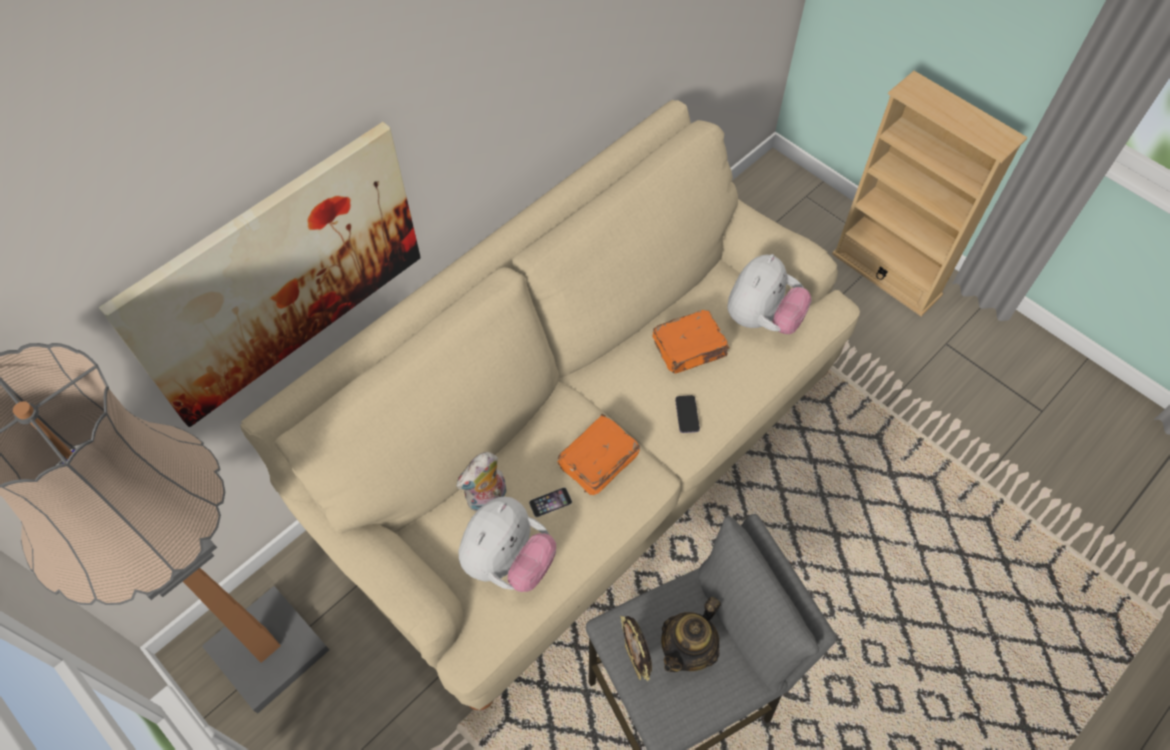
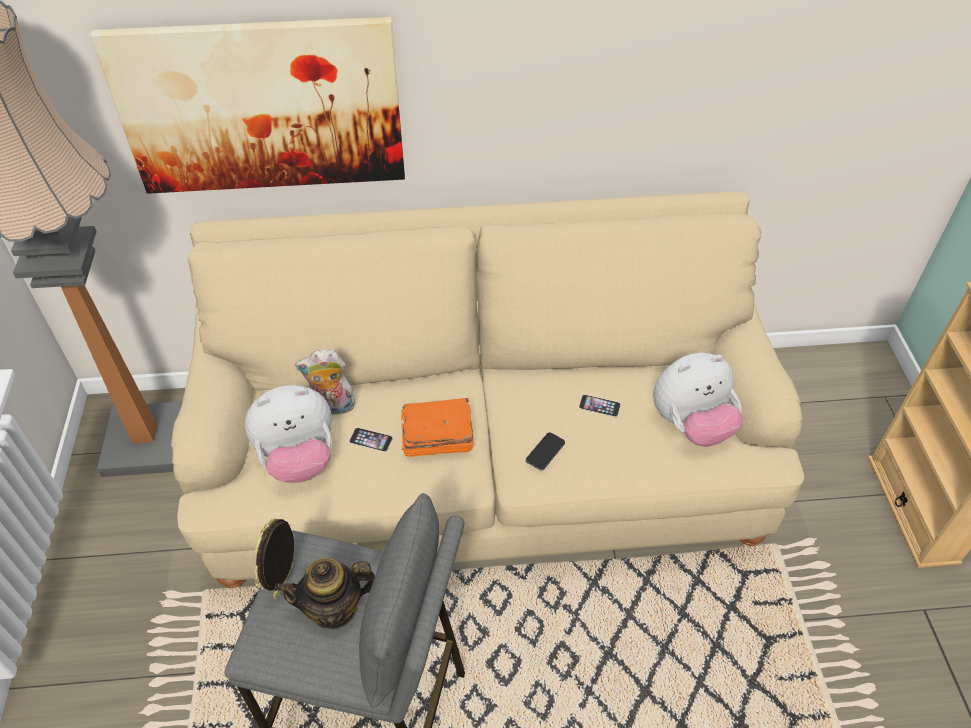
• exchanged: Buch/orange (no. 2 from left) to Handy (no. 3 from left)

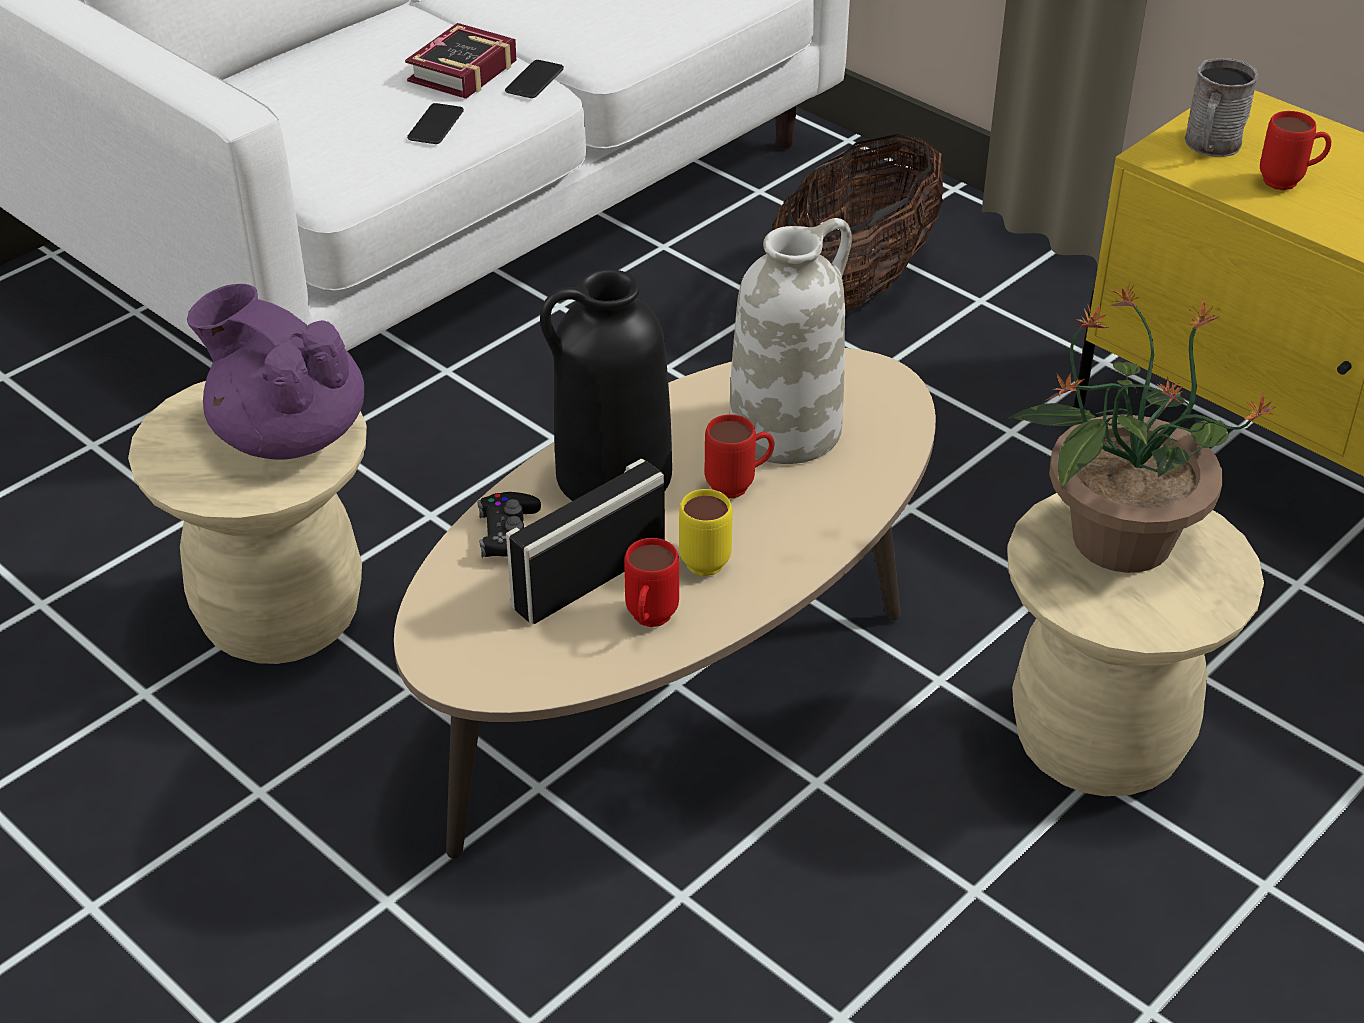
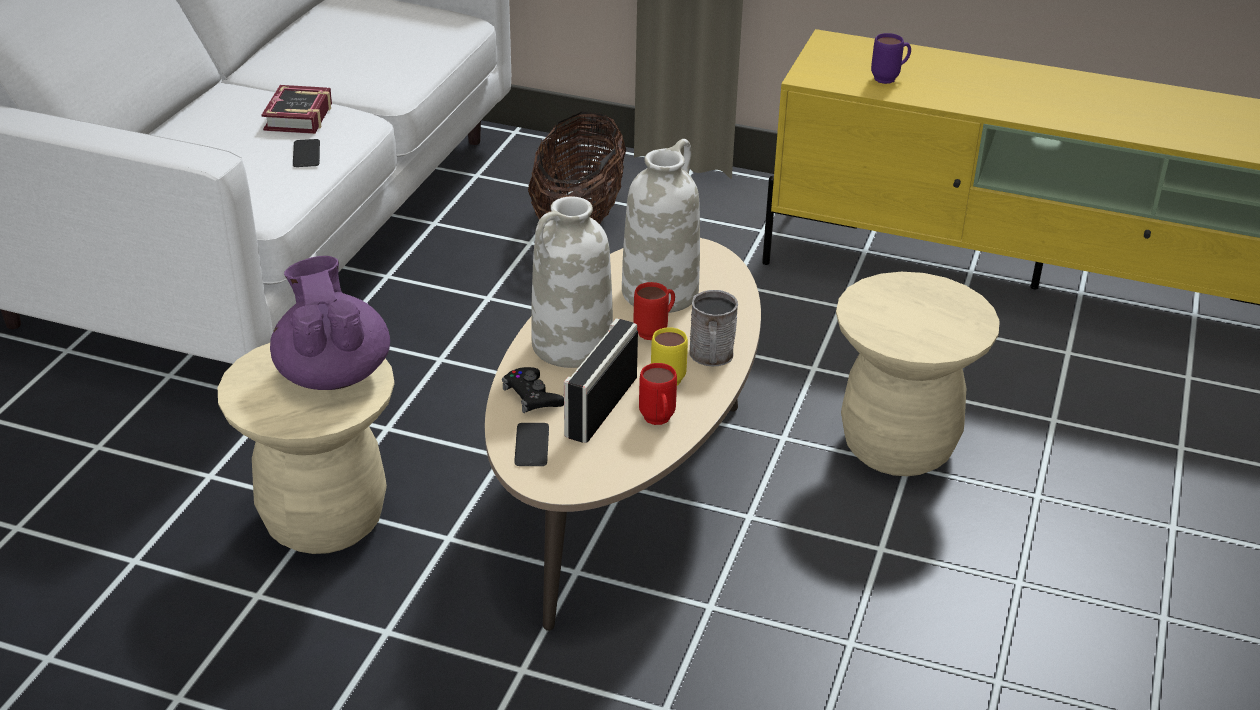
• missing: Topfpflanze
• relocated: Handy (no. 2 from left)
• relocated: Henkelbecher/grau
• colour: Vase/schwarz to Vase/weiß (no. 1 from left)
• colour: Henkelbecher/rot (no. 3 from left) to Henkelbecher/lila
• spun: Teekanne/lila 60 degrees clockwise

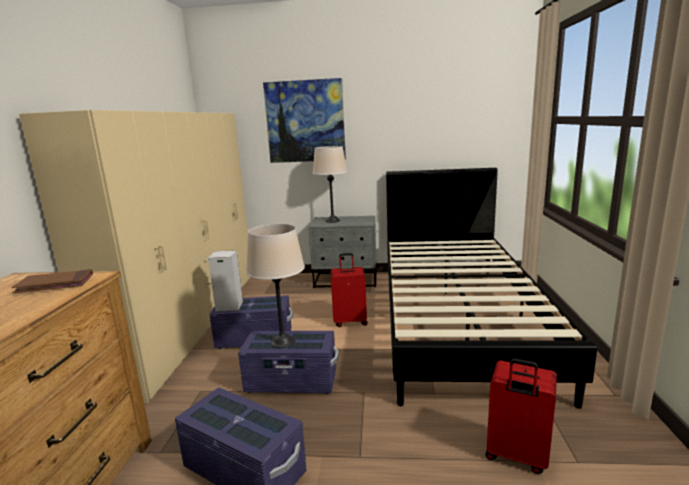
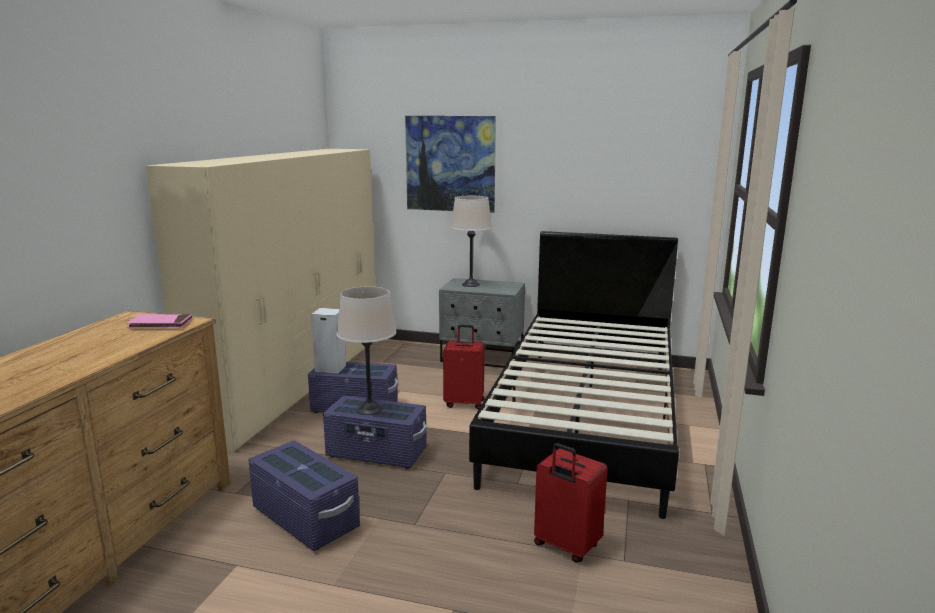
• colour: Buch/braun to Buch/rosa

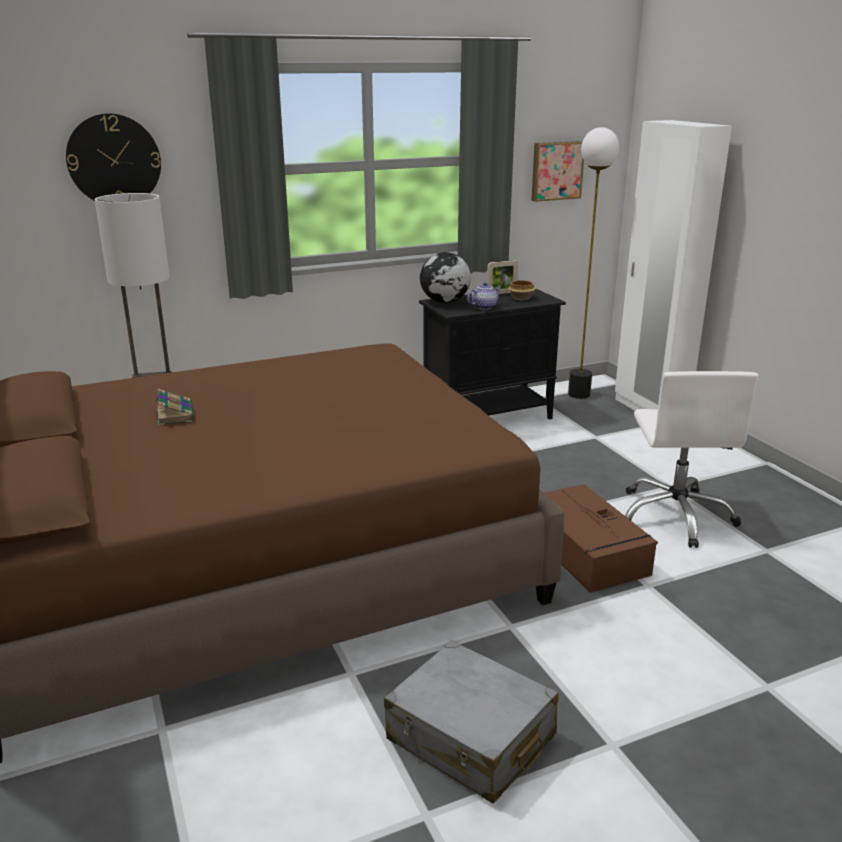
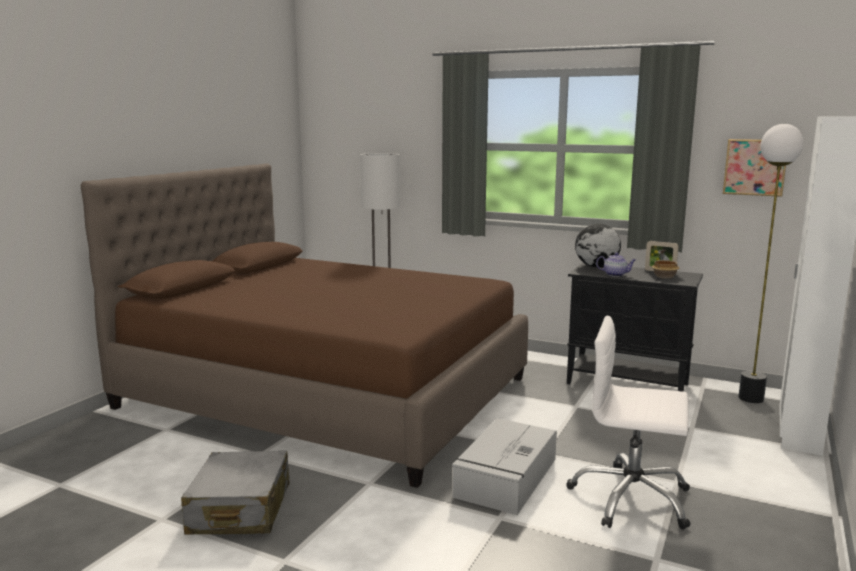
• missing: Wanduhr
• missing: Buch
• colour: Aufbewahrungsbox/braun to Aufbewahrungsbox/grau
• spun: Bürostuhl/weiß 60 degrees clockwise

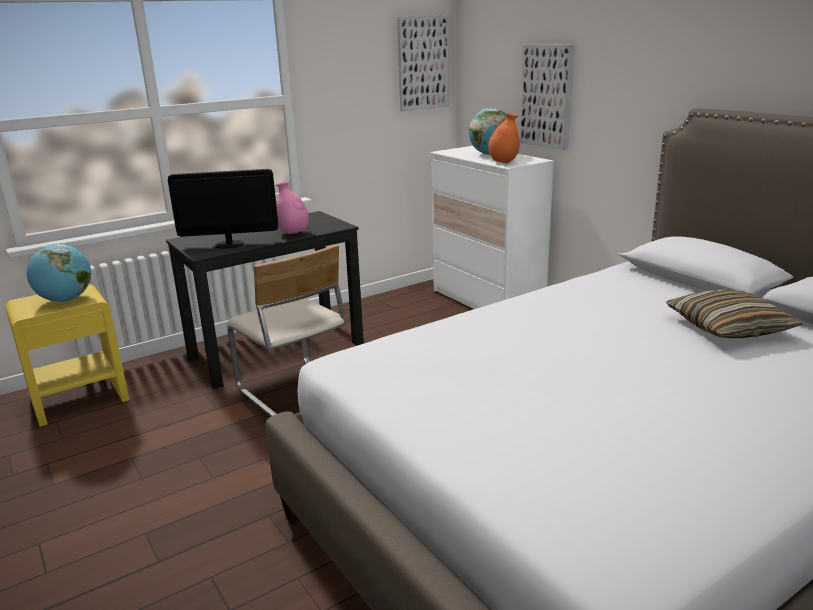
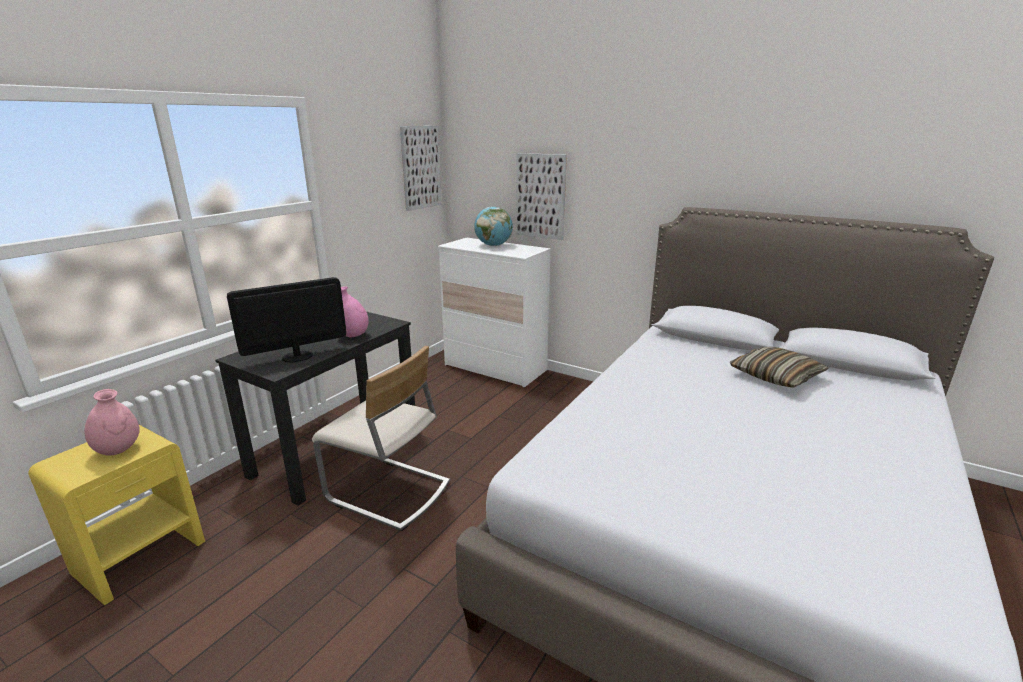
• missing: Vase/orange
• exchanged: Globus (no. 1 from left) to Vase/rosa (no. 1 from left)

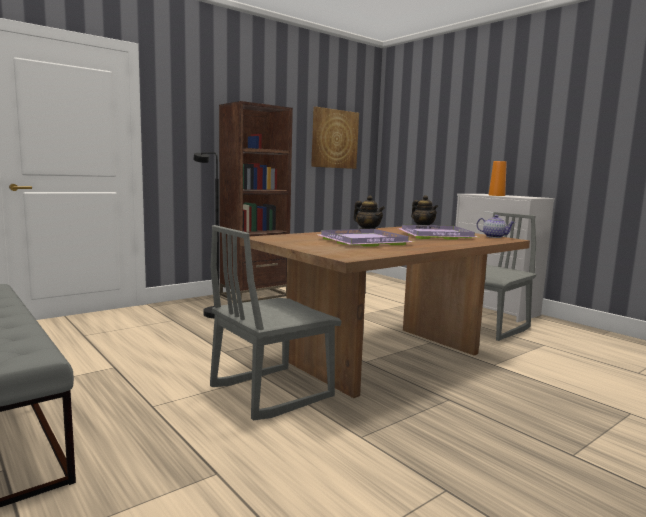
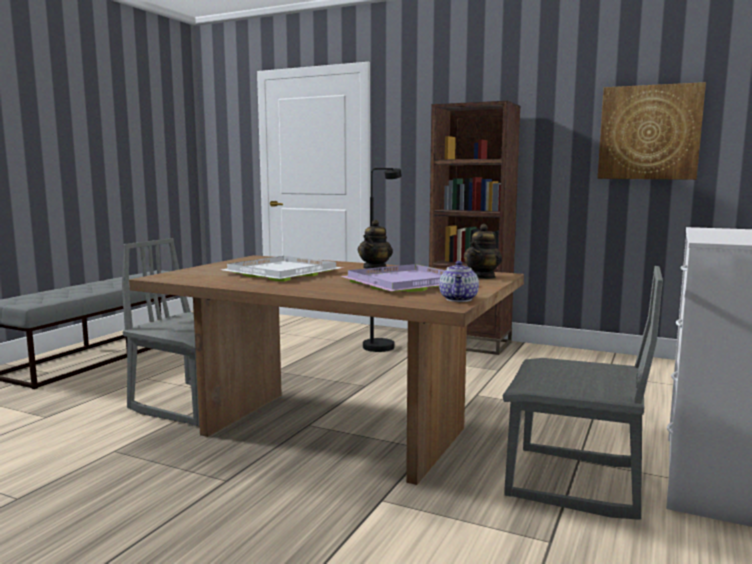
• missing: Vase/orange
• colour: Tablett/lila (no. 1 from left) to Tablett/weiß

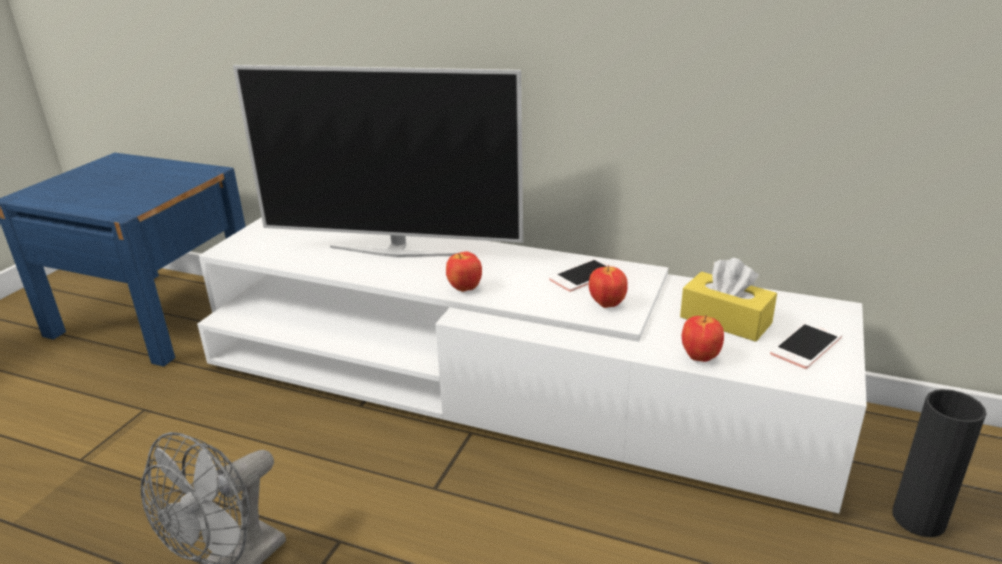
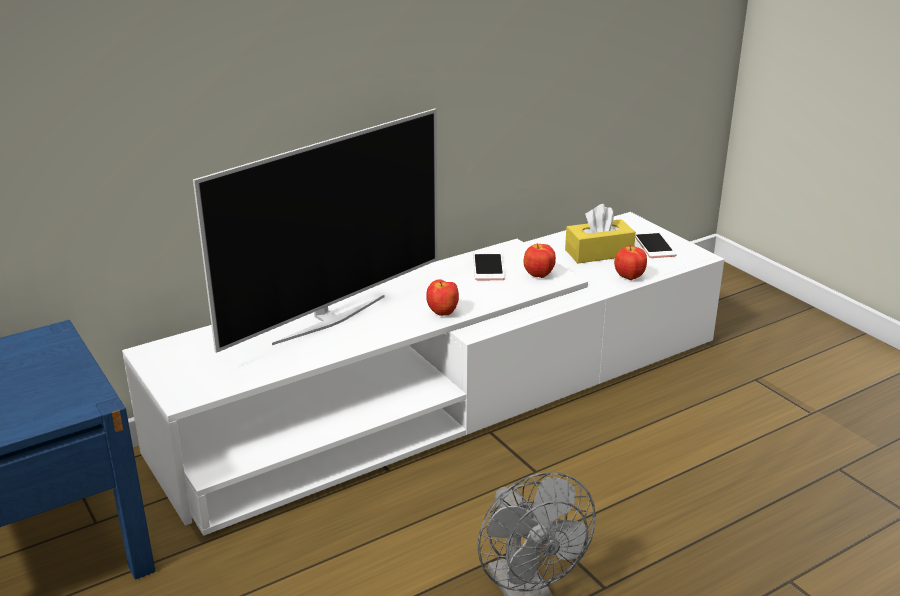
• missing: Vase/schwarz

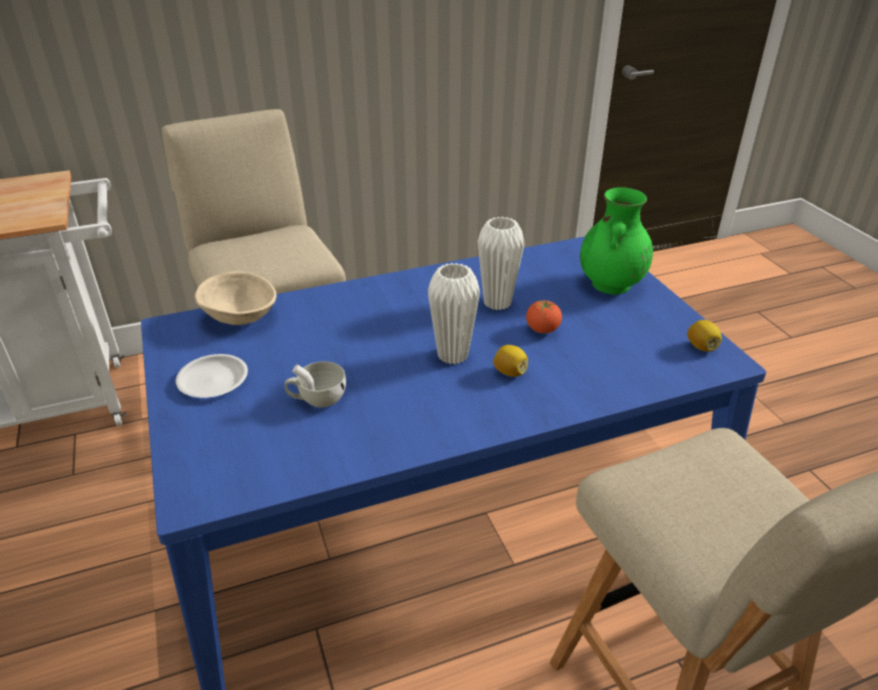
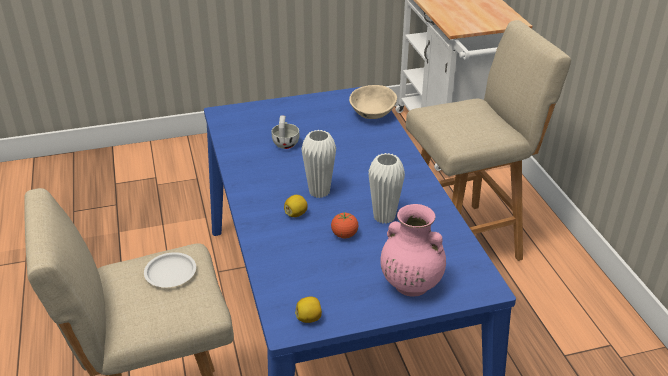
• relocated: Teller/weiß
• colour: Vase/grün to Vase/rosa

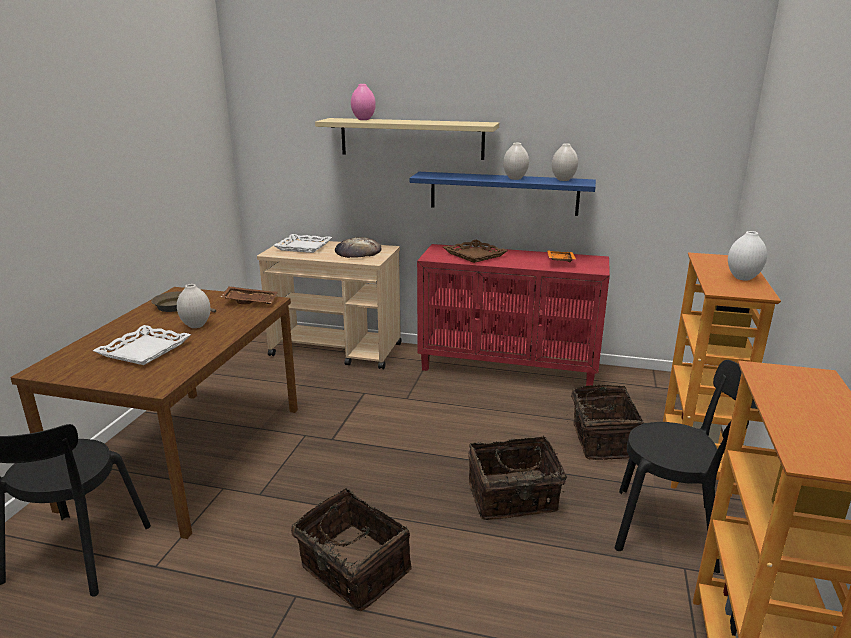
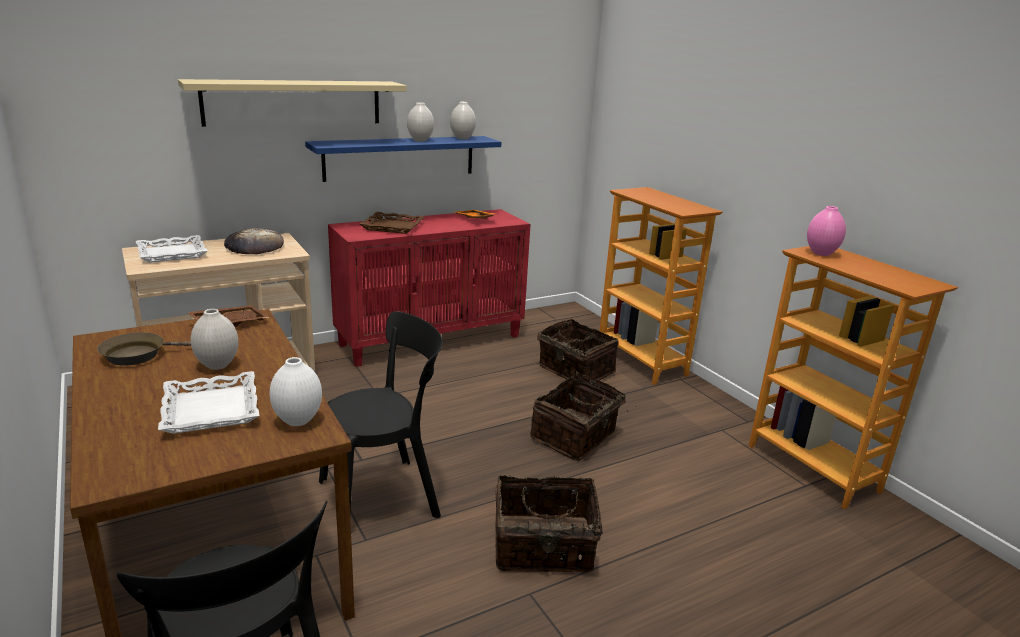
• relocated: Vase/rosa
• relocated: Stuhl/schwarz (no. 2 from left)
• relocated: Vase/weiß (no. 4 from left in the first image) to Vase/weiß (no. 2 from left)

